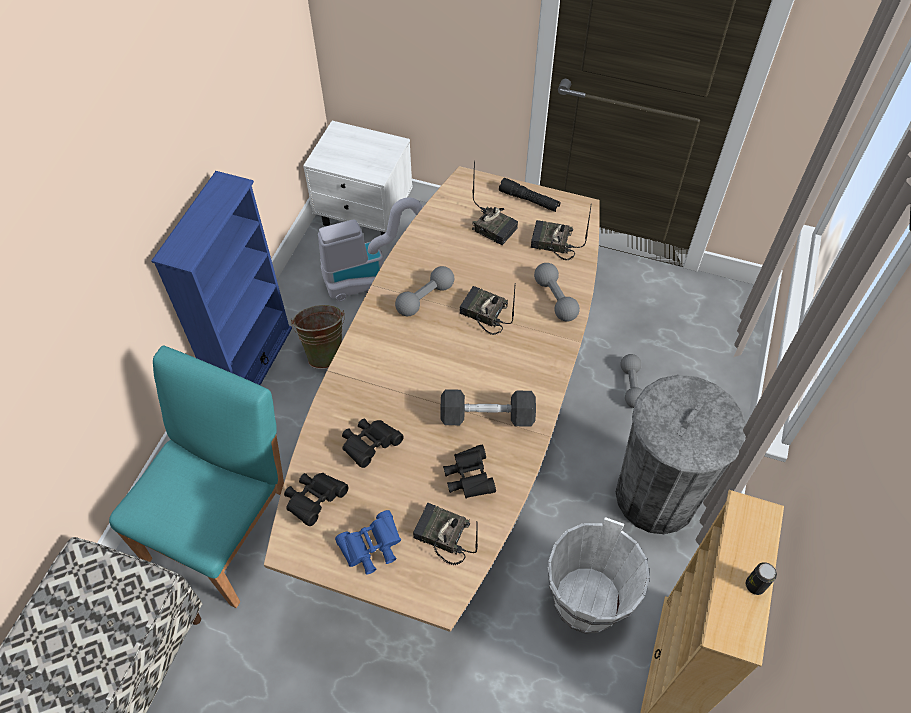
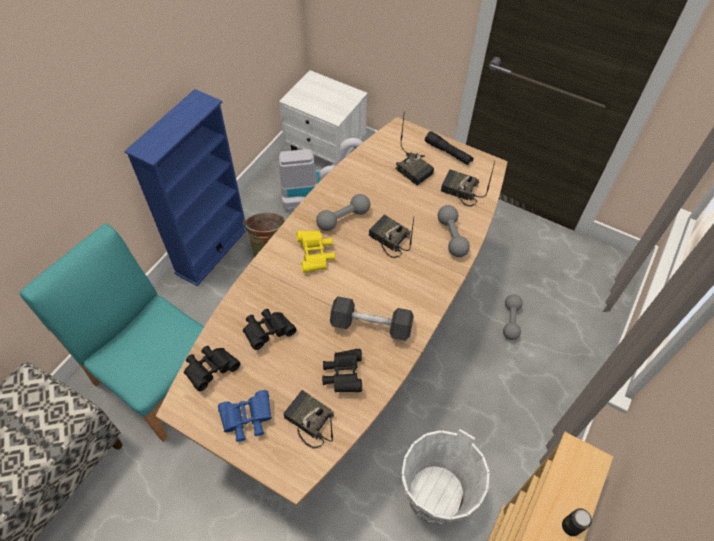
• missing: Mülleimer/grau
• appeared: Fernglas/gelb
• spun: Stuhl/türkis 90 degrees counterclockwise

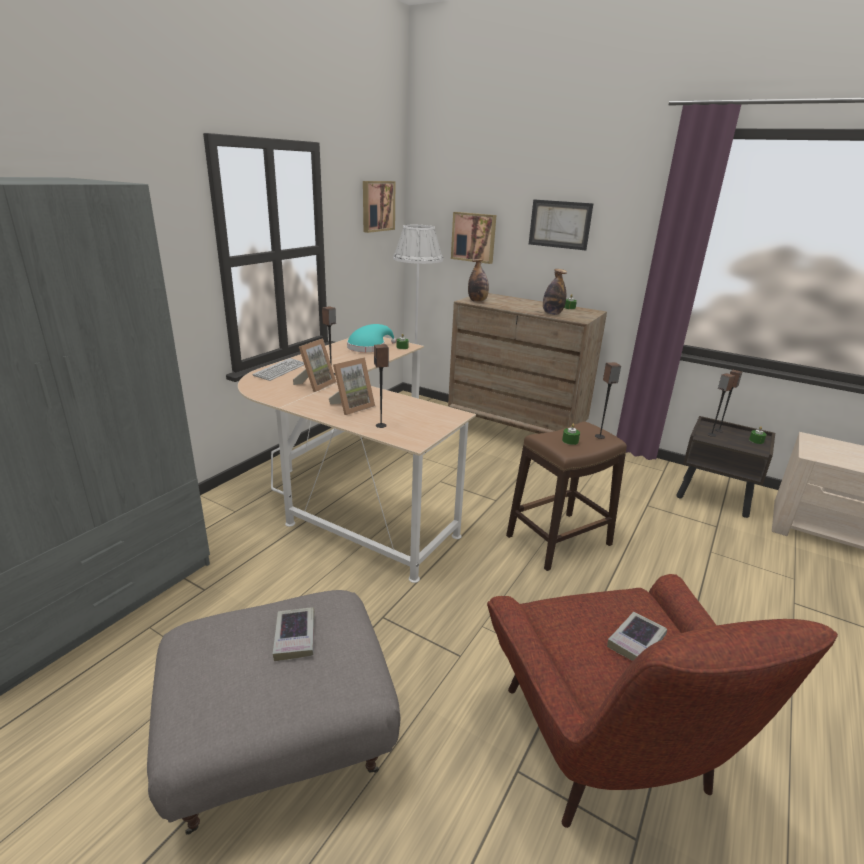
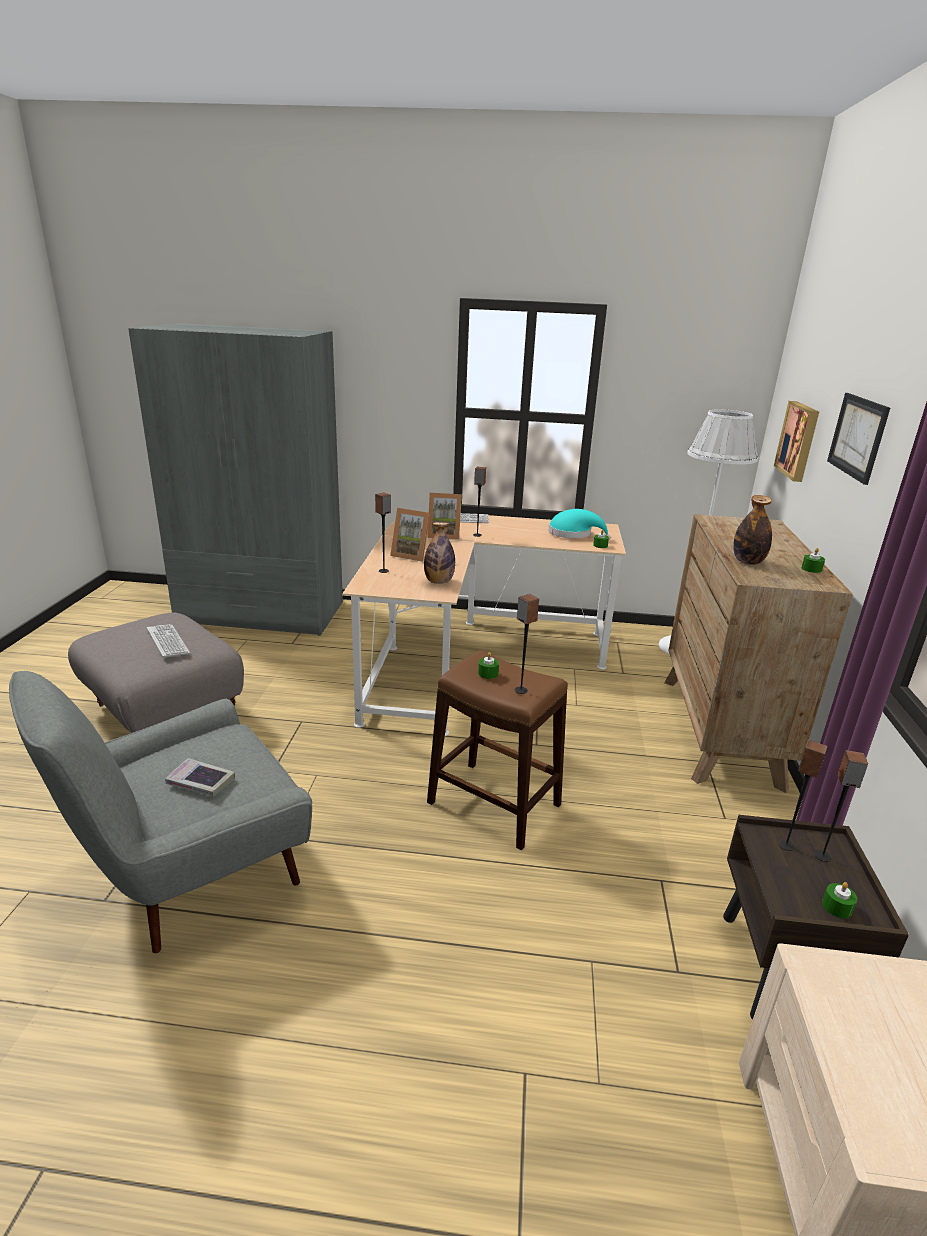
• missing: Bild (no. 1 from left)
• relocated: Flasche (no. 1 from left)
• exchanged: Buch (no. 1 from left) to Tastatur (no. 1 from left)
• colour: Sessel/rot to Sessel/grau

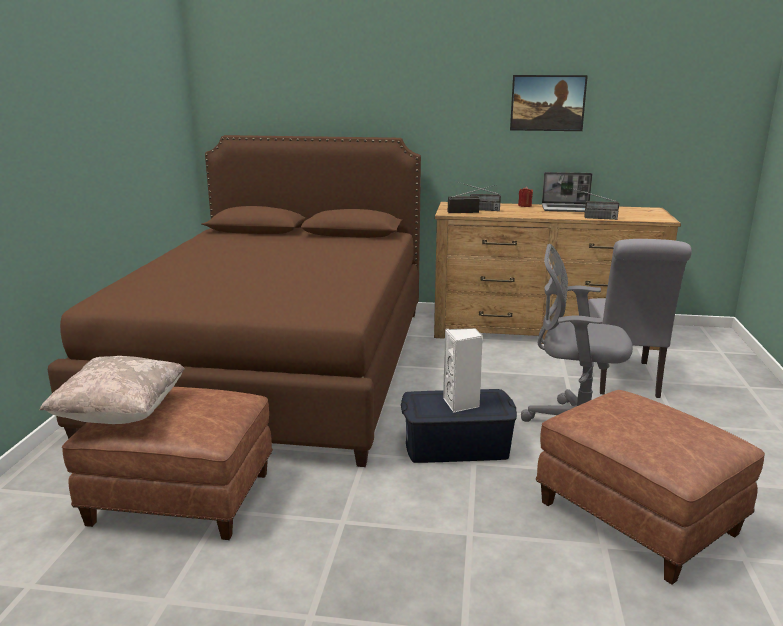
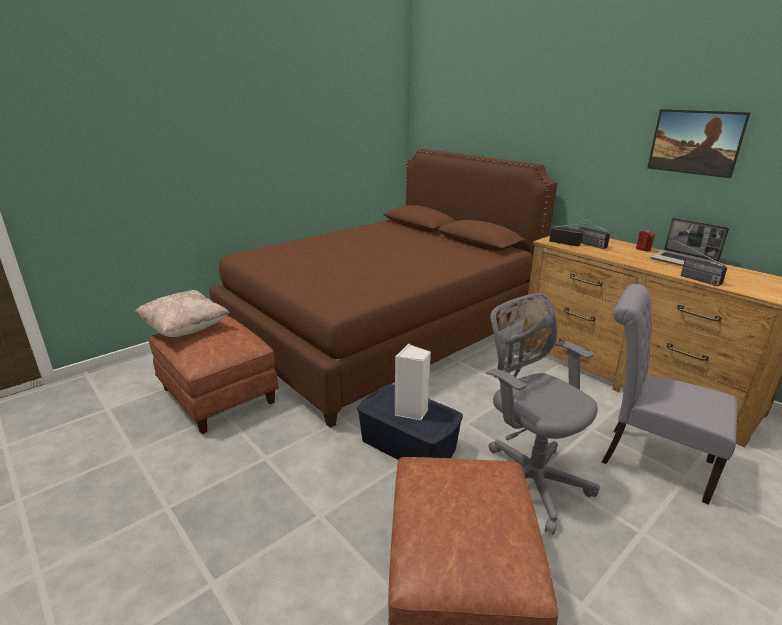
• spun: Stuhl/grau 75 degrees clockwise

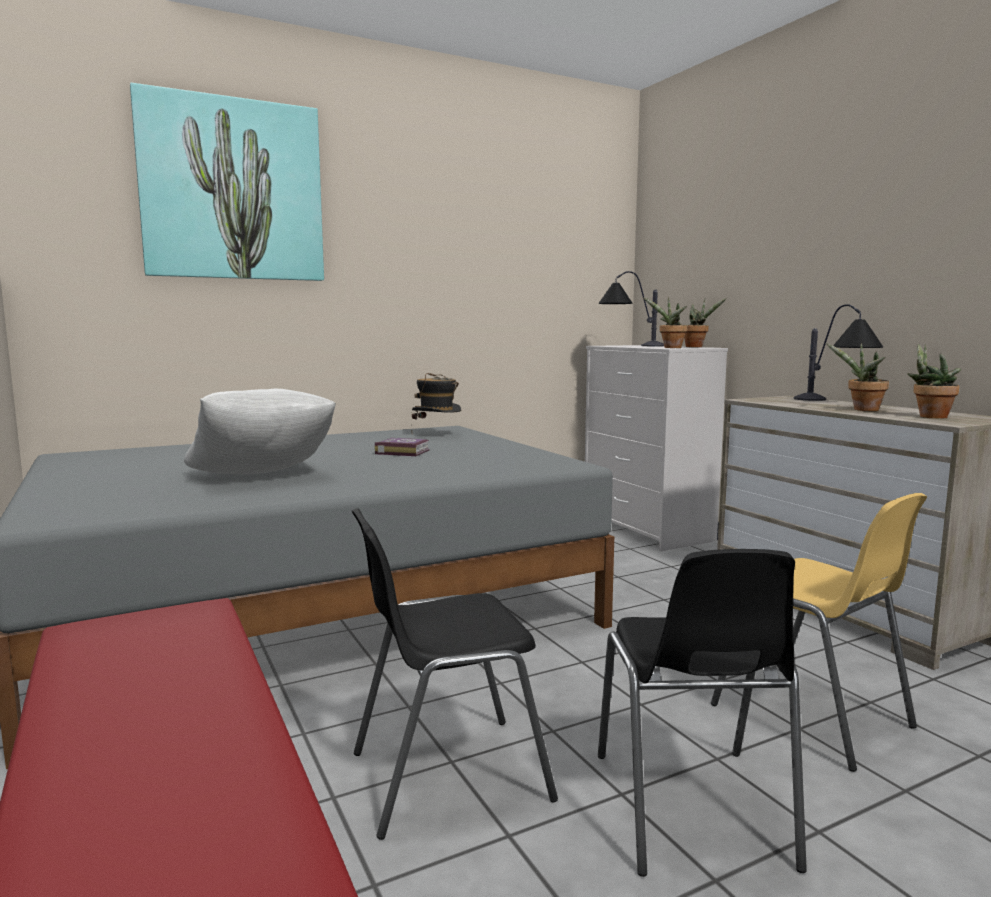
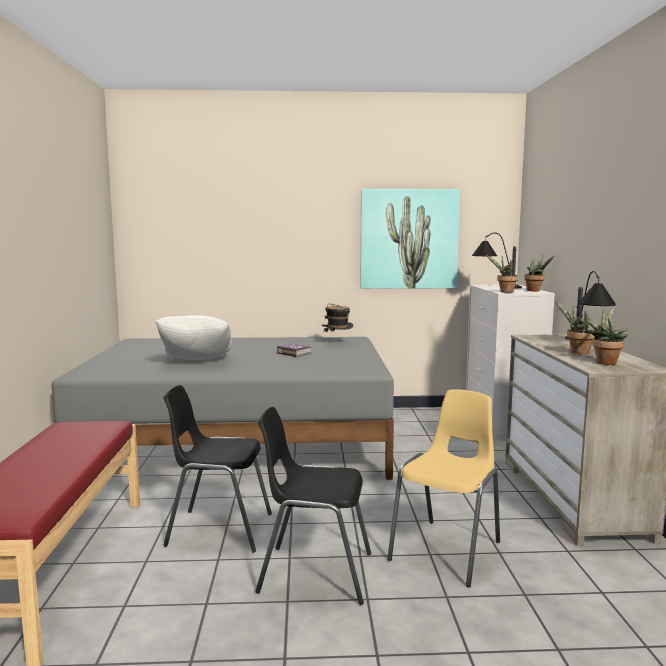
• relocated: Bild
• spun: Stuhl/schwarz (no. 2 from left) 75 degrees clockwise
• spun: Stuhl/gelb 135 degrees counterclockwise

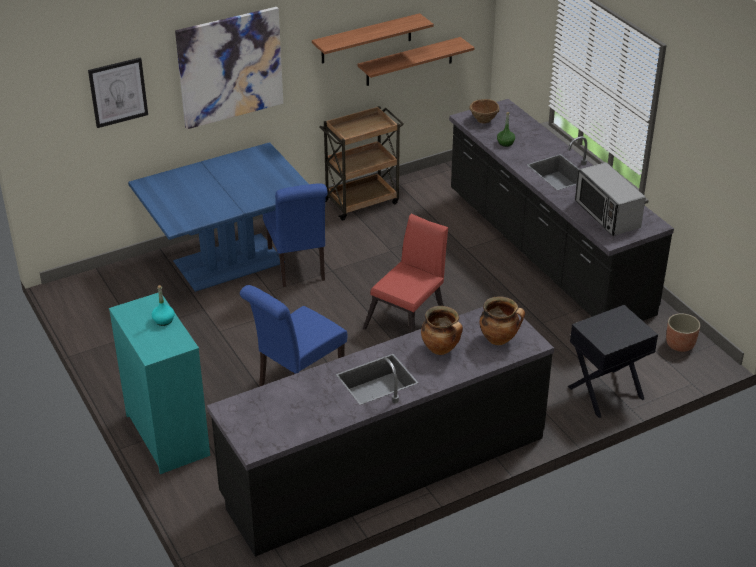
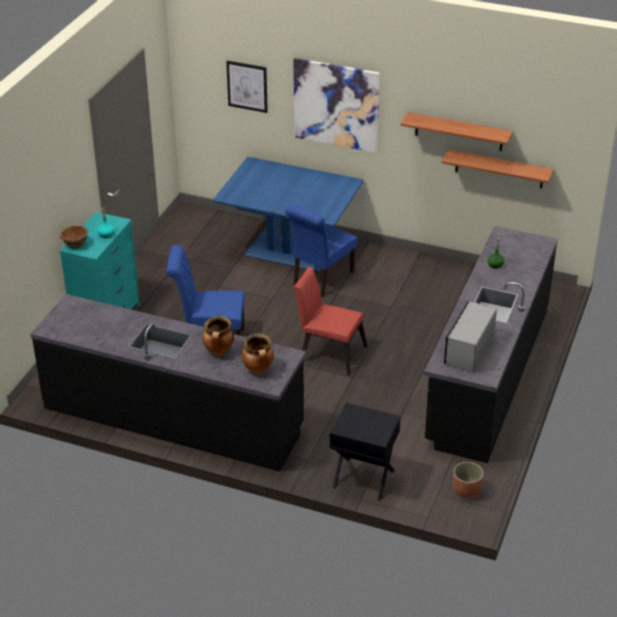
• missing: Rollwagen/braun
• relocated: Schüssel/braun
• spun: Stuhl/rot 150 degrees counterclockwise

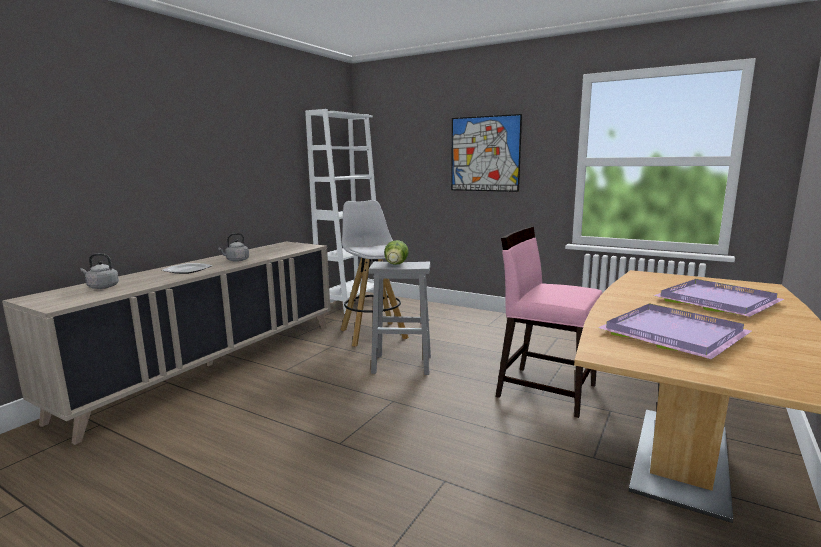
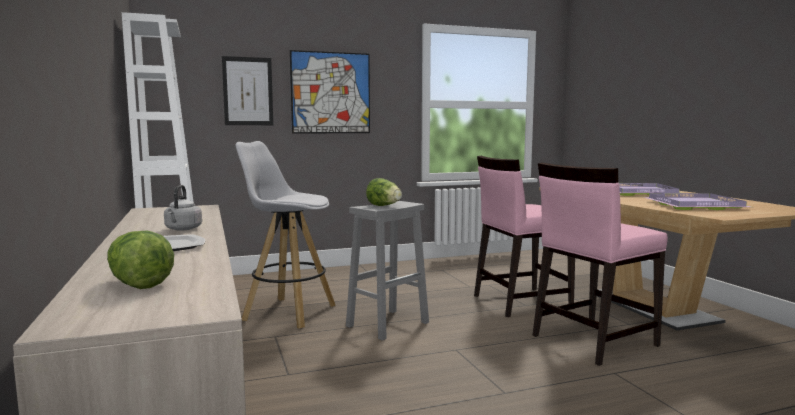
• appeared: Bild (no. 1 from left)
• appeared: Stuhl/rosa (no. 2 from left)
• exchanged: Wasserkessel/grau (no. 1 from left) to Salatkopf (no. 1 from left)

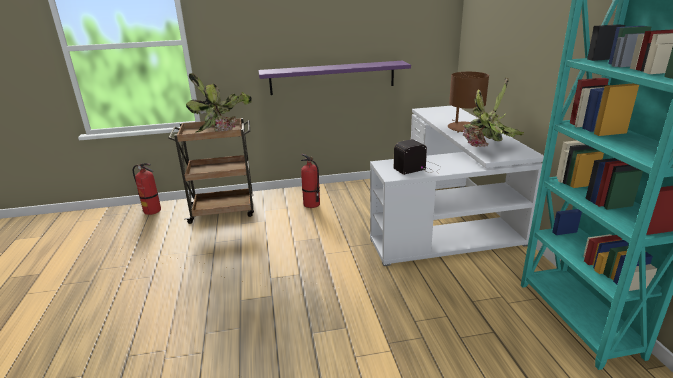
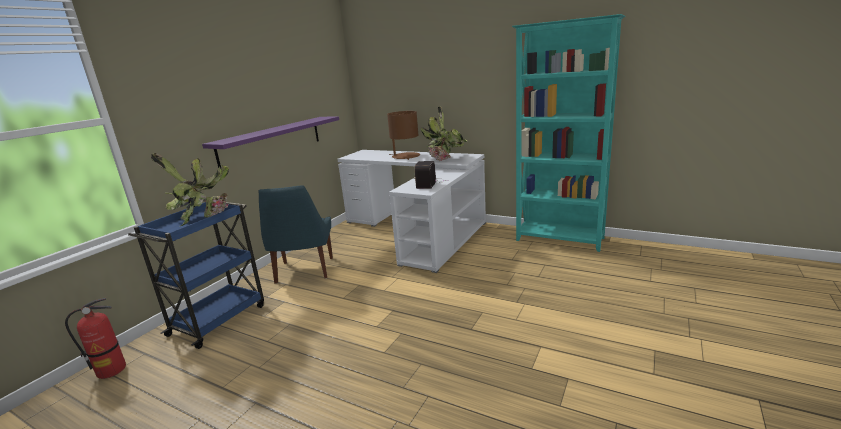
• exchanged: Feuerlöscher (no. 2 from left) to Stuhl/blau
• colour: Rollwagen/braun to Rollwagen/blau

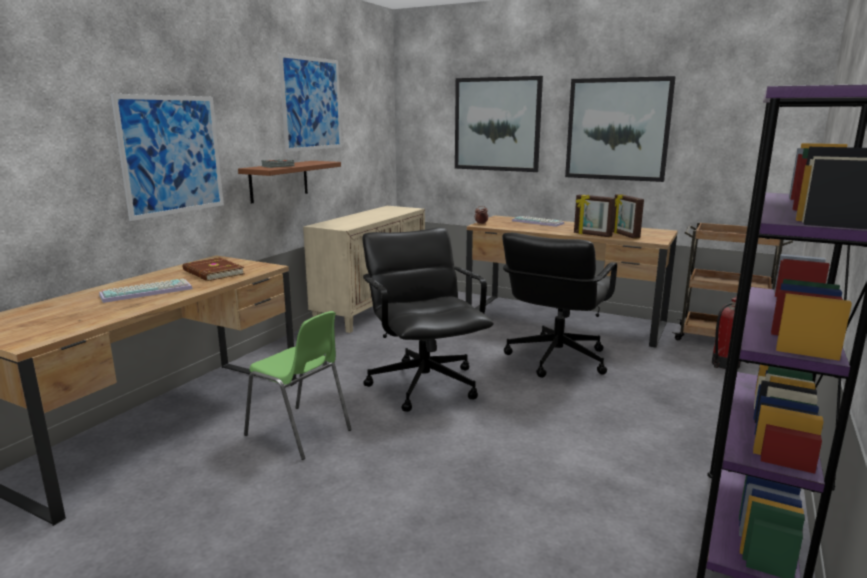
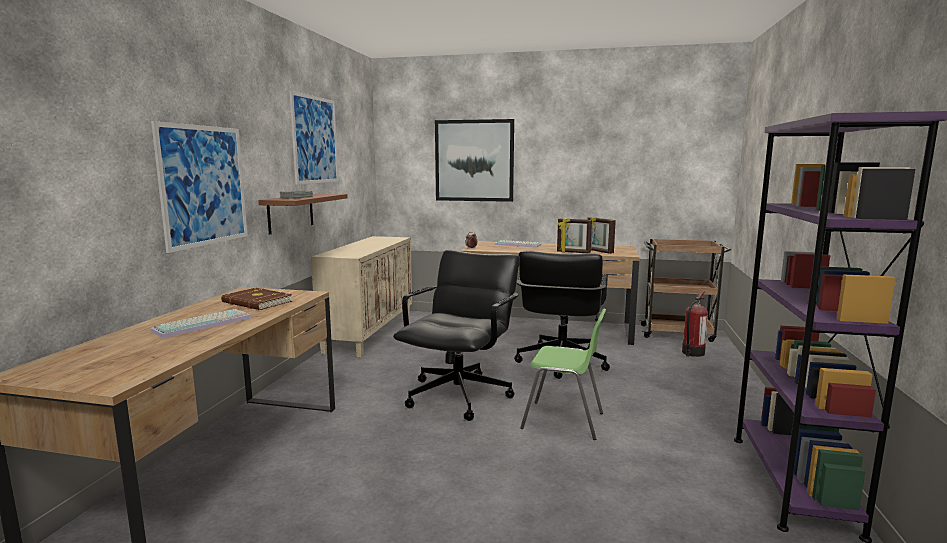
• missing: Bild (no. 4 from left)
• relocated: Stuhl/grün
• spun: Bürostuhl/schwarz (no. 1 from left) 60 degrees clockwise

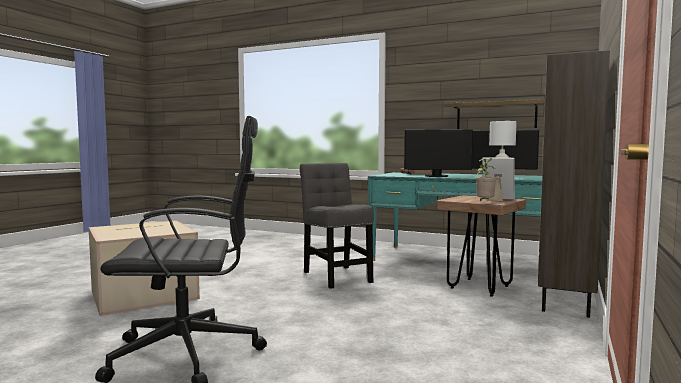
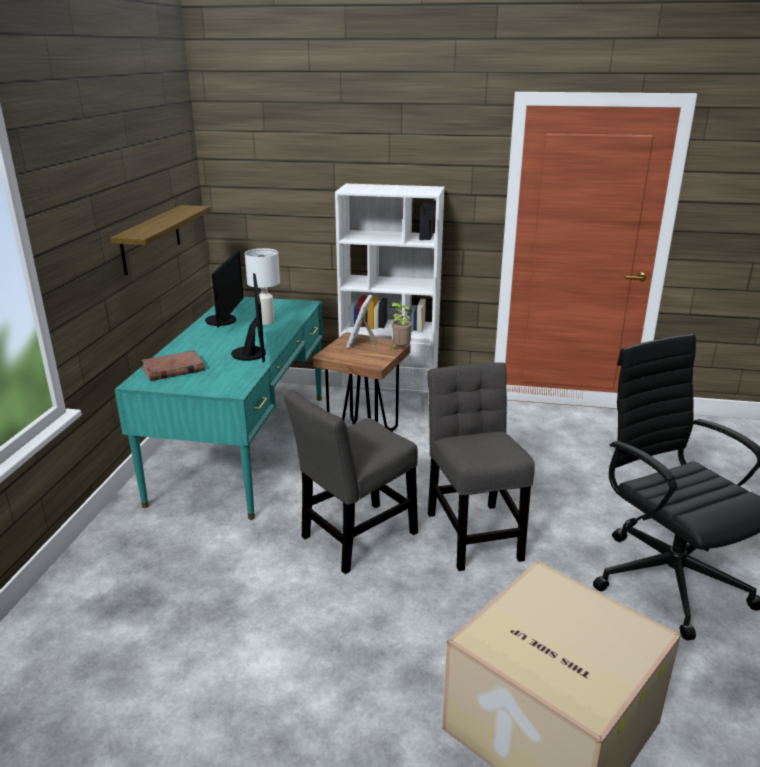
• appeared: Stuhl/grau (no. 2 from left)
• colour: Bücherregal/braun to Bücherregal/weiß

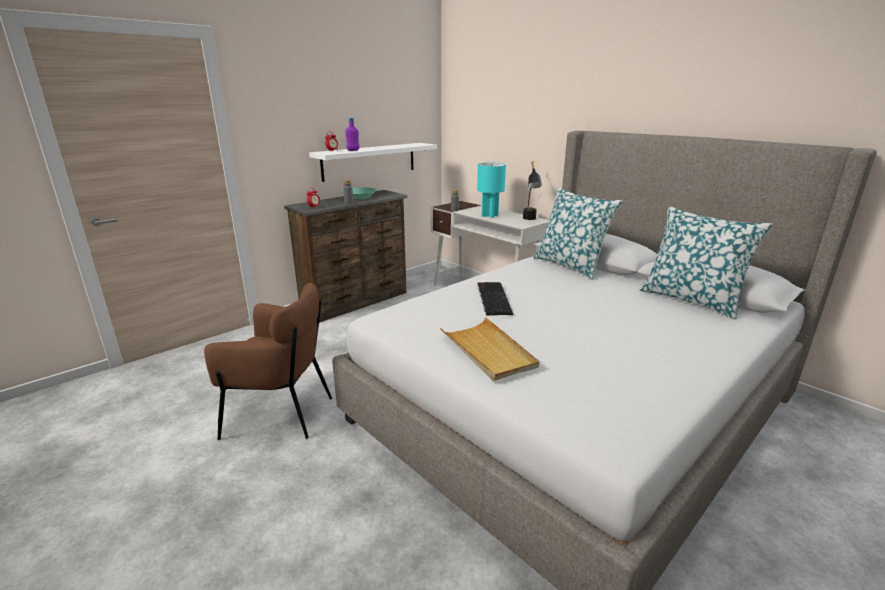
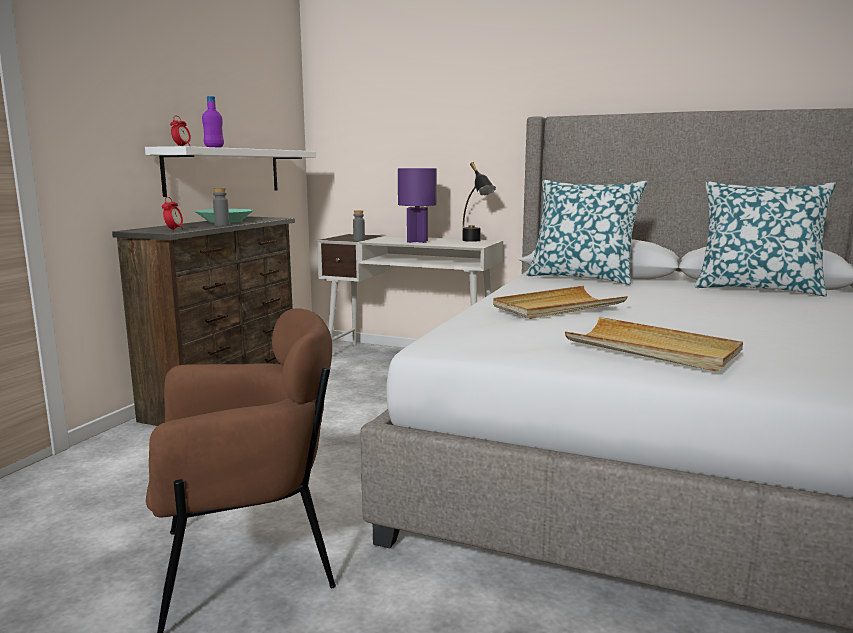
• exchanged: Tastatur to Tablett/beige (no. 1 from left)
• colour: Tischlampe/türkis to Tischlampe/lila

